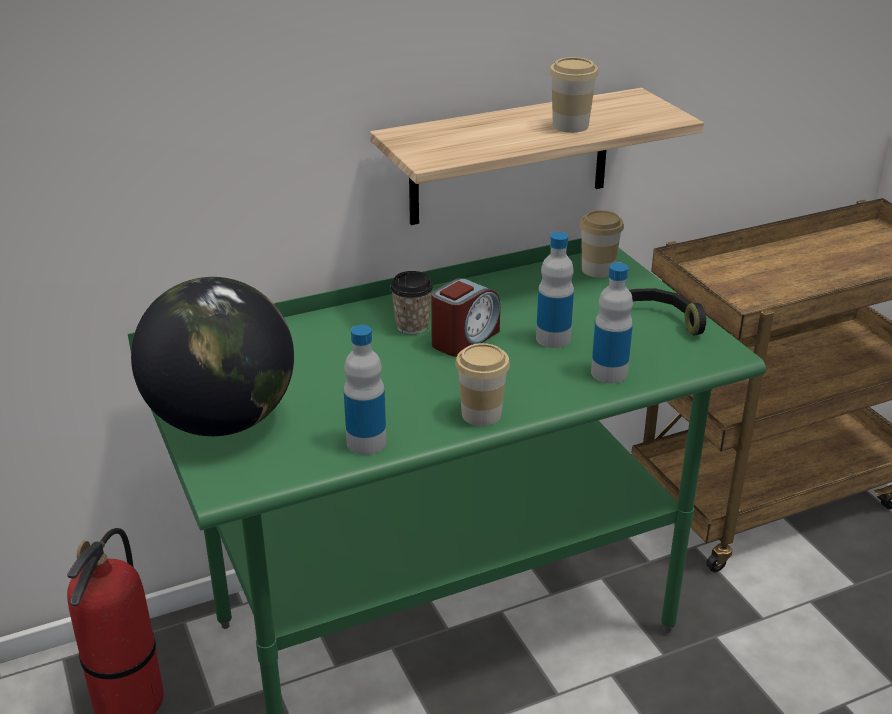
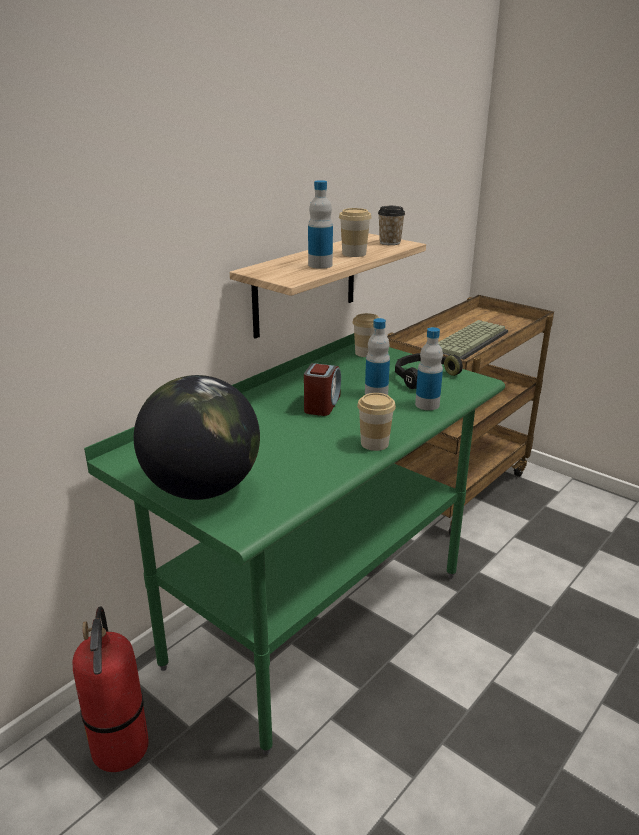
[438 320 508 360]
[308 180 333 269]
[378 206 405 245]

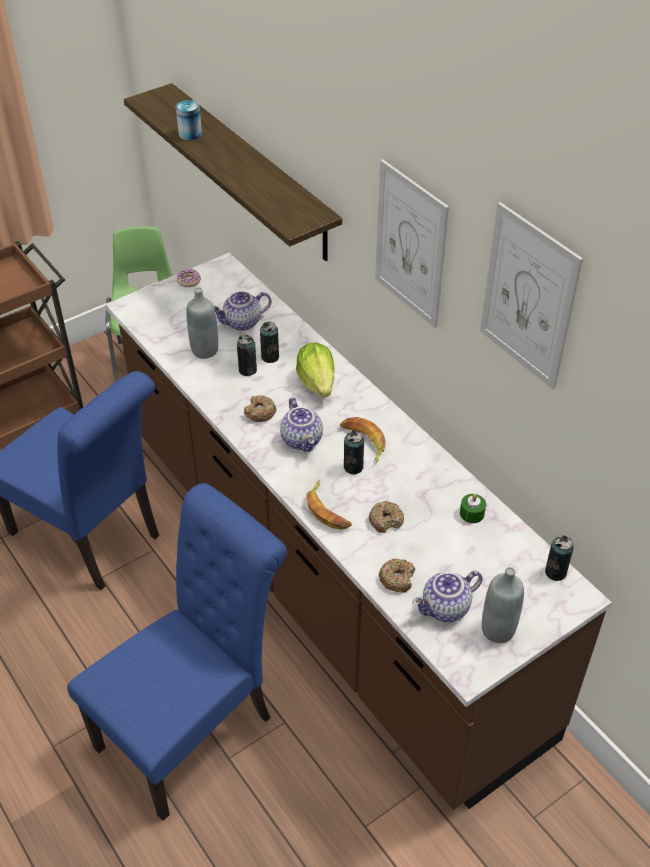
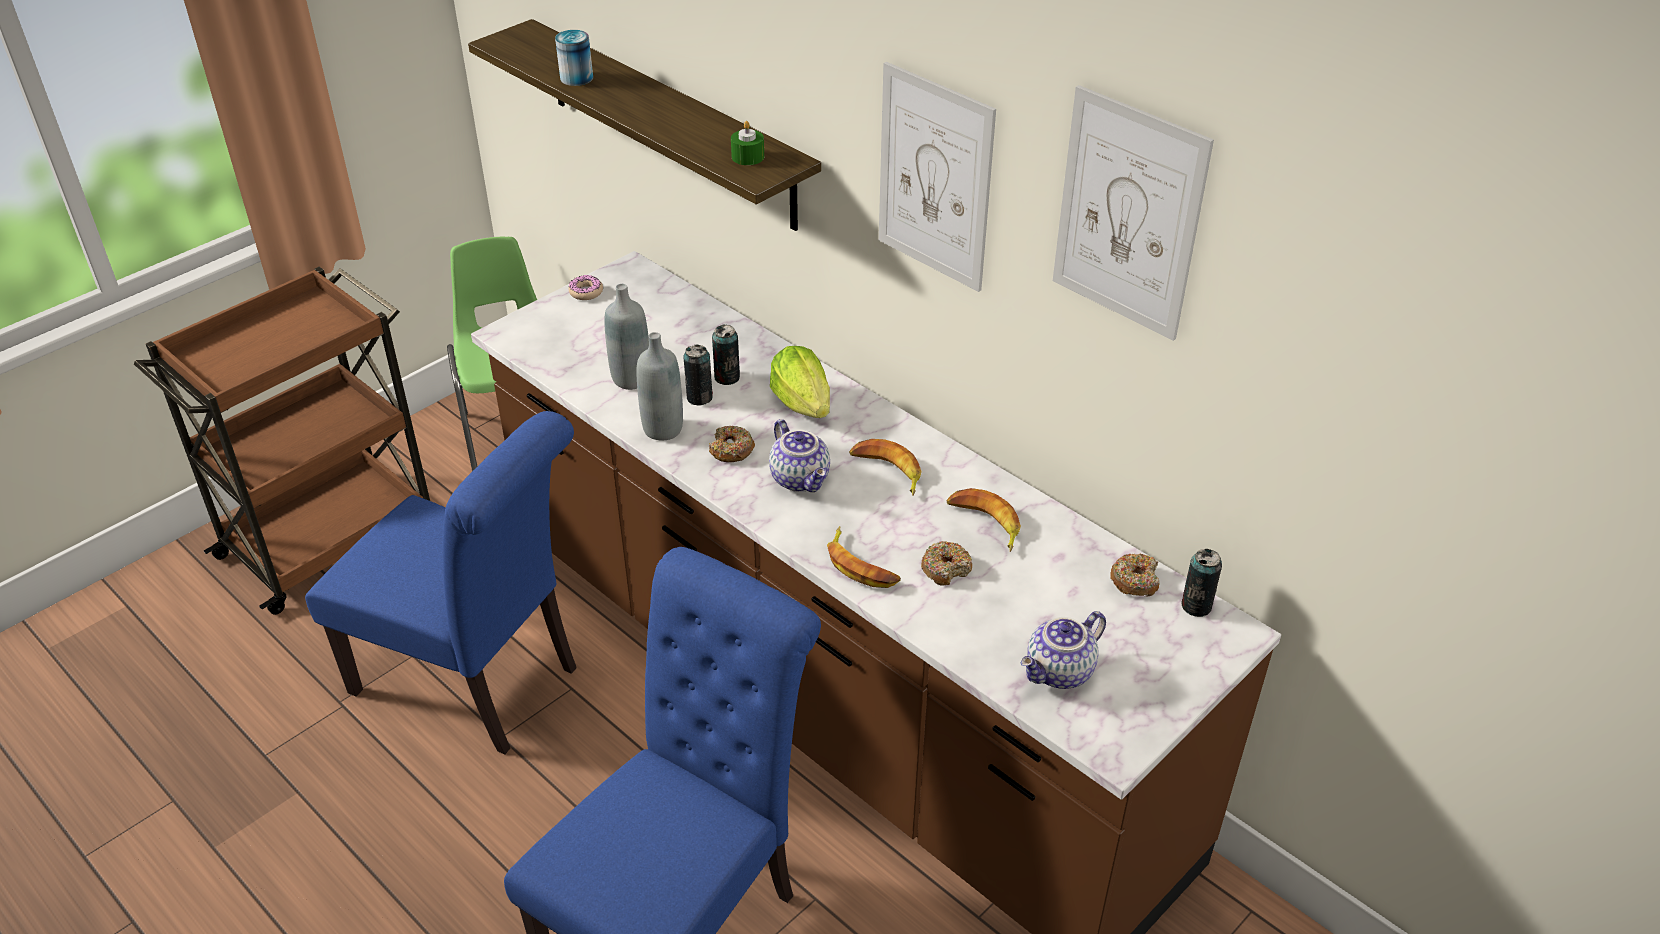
[214 291 271 331] (first image)
[344 431 364 474] (first image)
[946 488 1021 552]
[1110 553 1160 596]
[731 121 764 165]
[636 332 683 440]

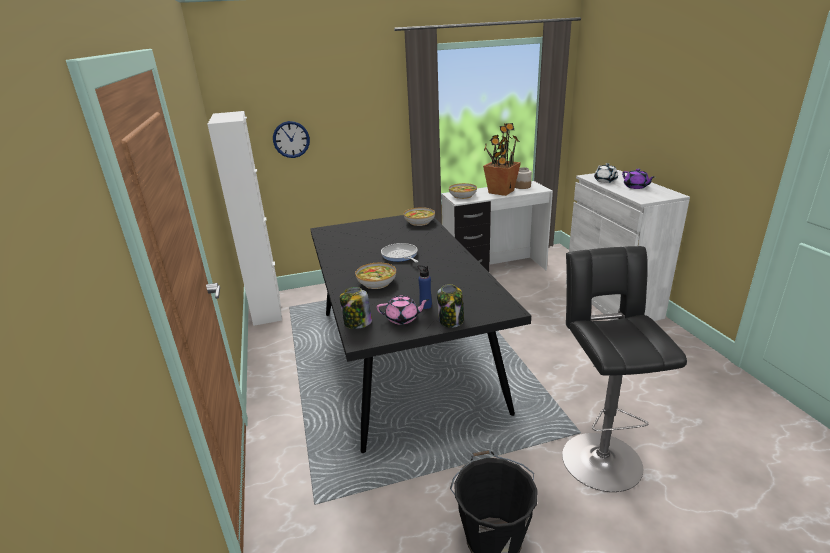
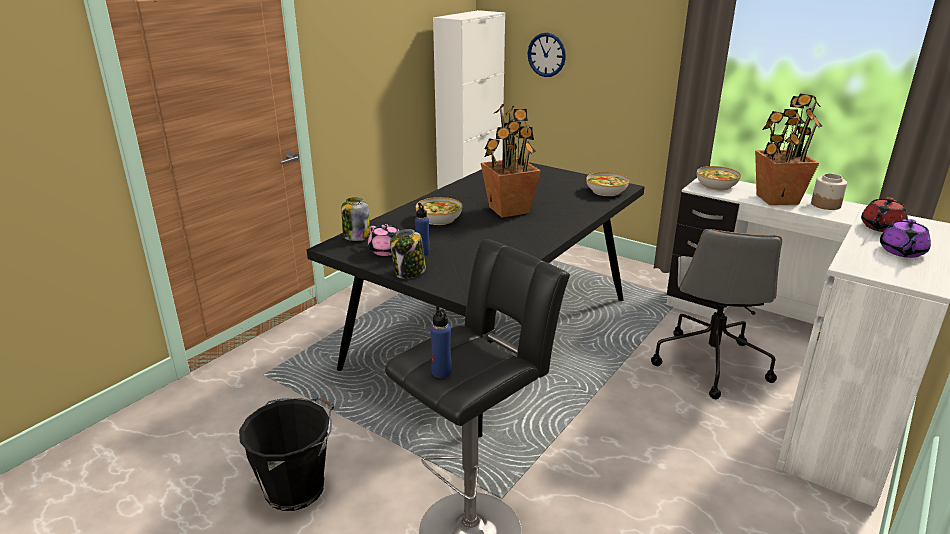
[430 305 452 378]
[651 229 782 399]
[481 103 541 218]
[861 197 908 232]

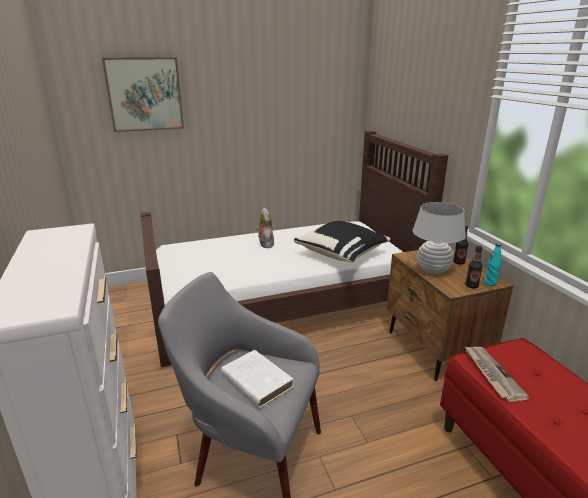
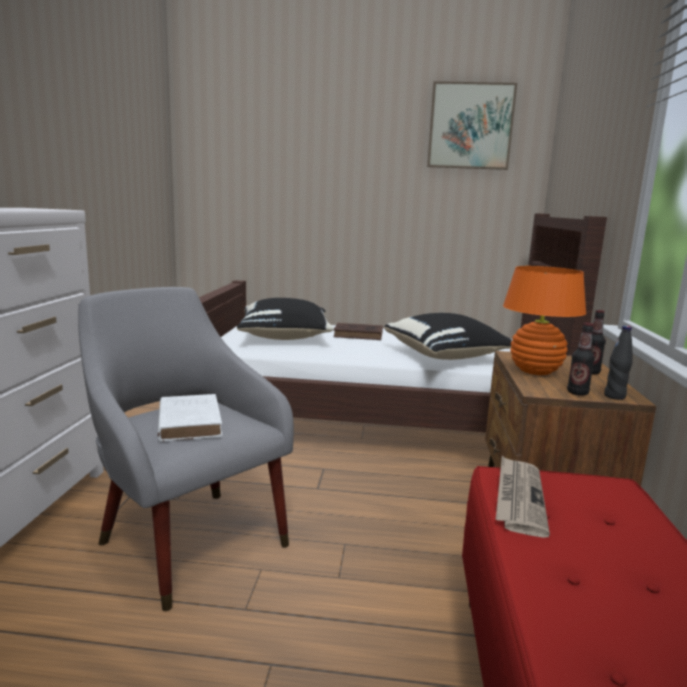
[237 298 334 340]
[427 81 517 170]
[333 323 383 340]
[503 266 586 375]
[604 326 633 400]

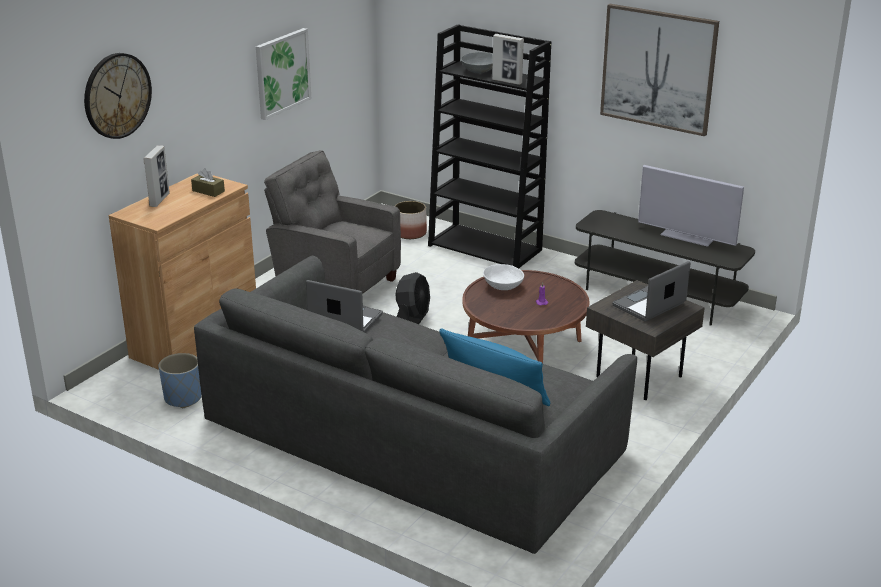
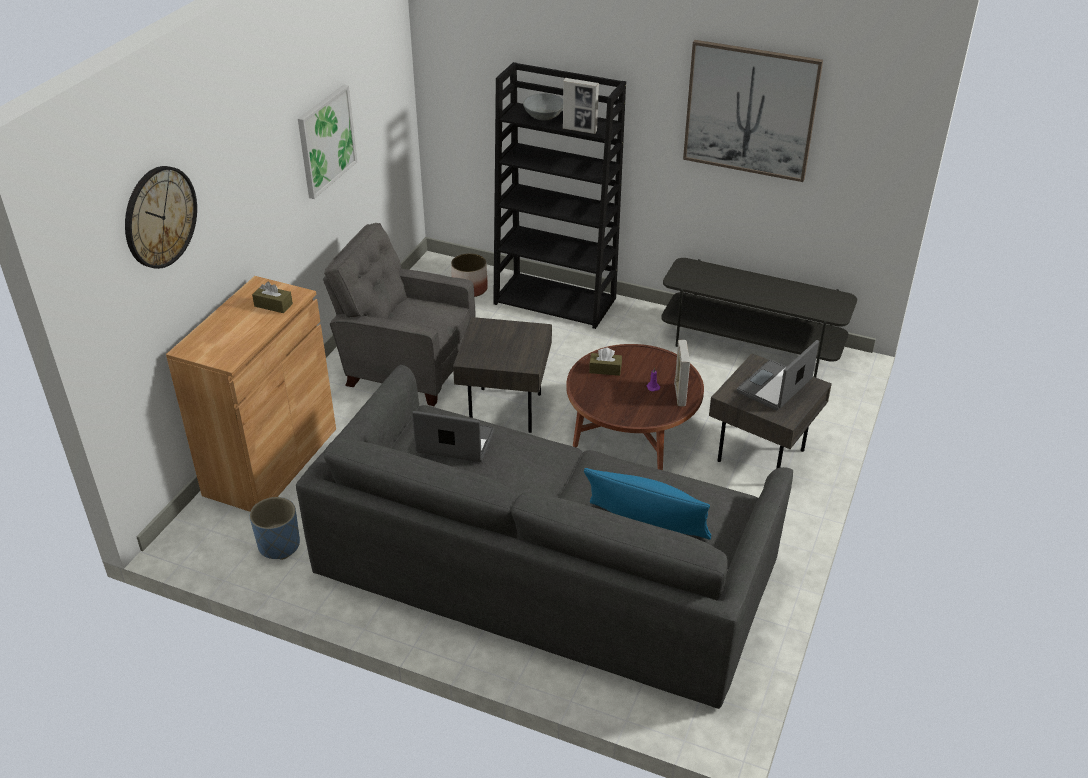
[638 165 744 247] (first image)
[674 340 690 406]
[453 317 552 433]
[589 348 622 376]

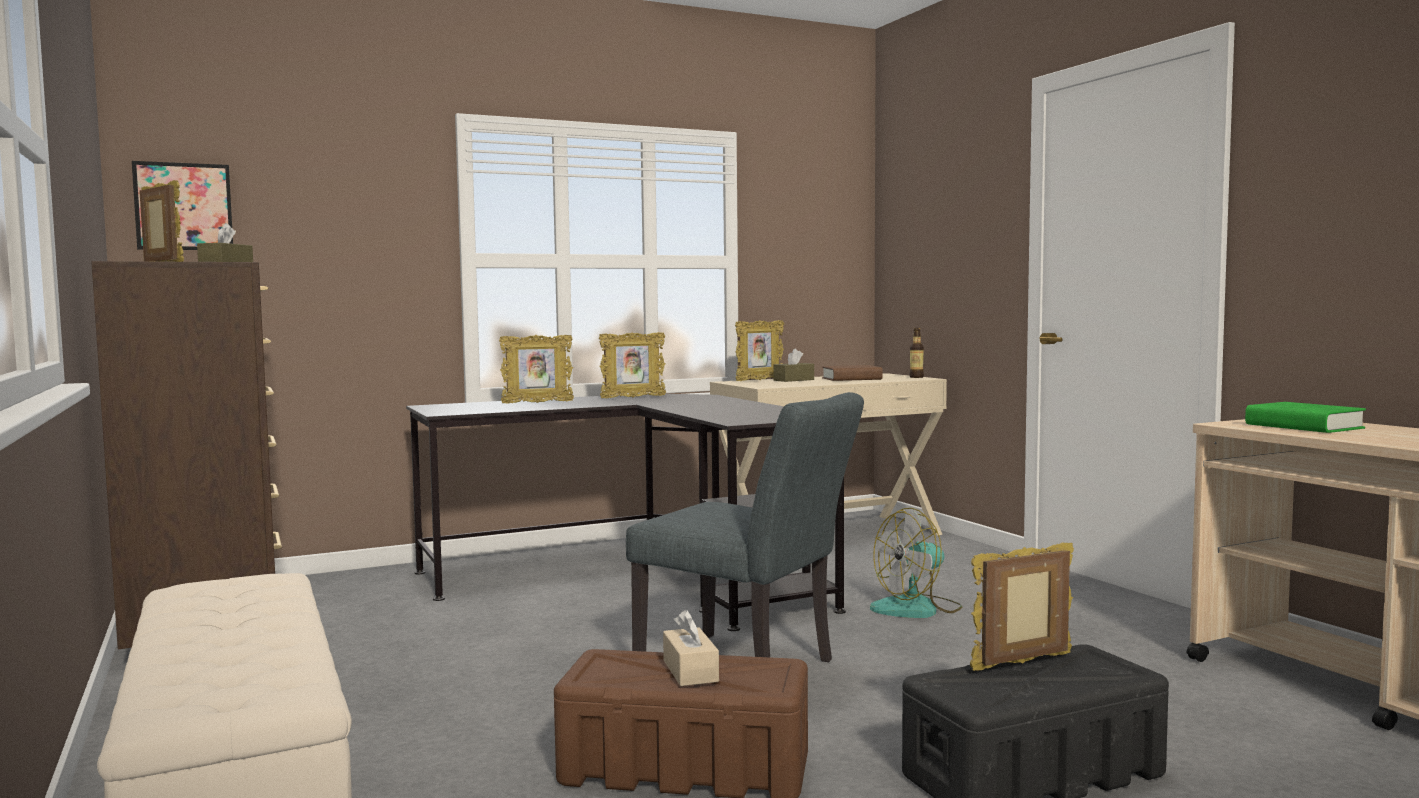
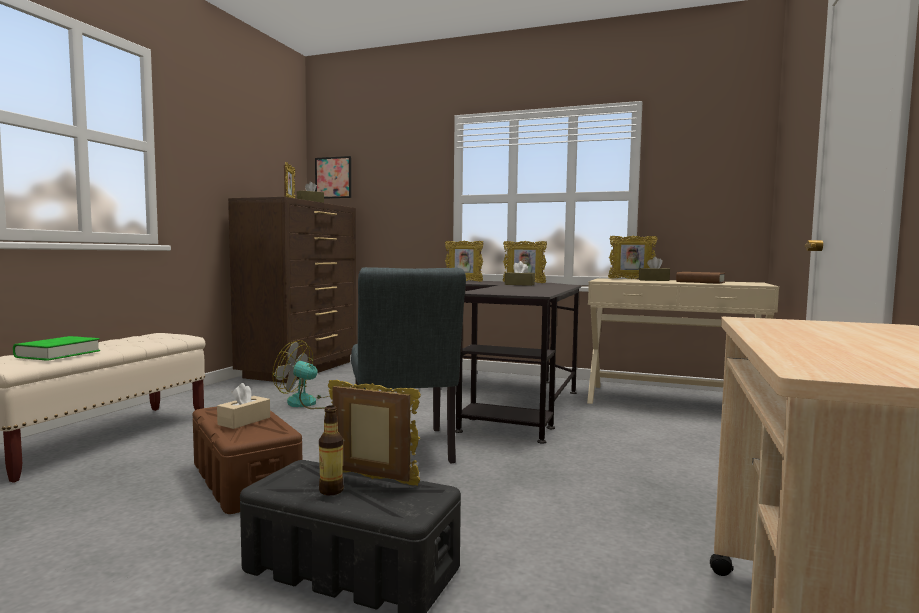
[505 261 535 286]
[272 340 330 409]
[319 405 344 495]
[13 336 100 361]

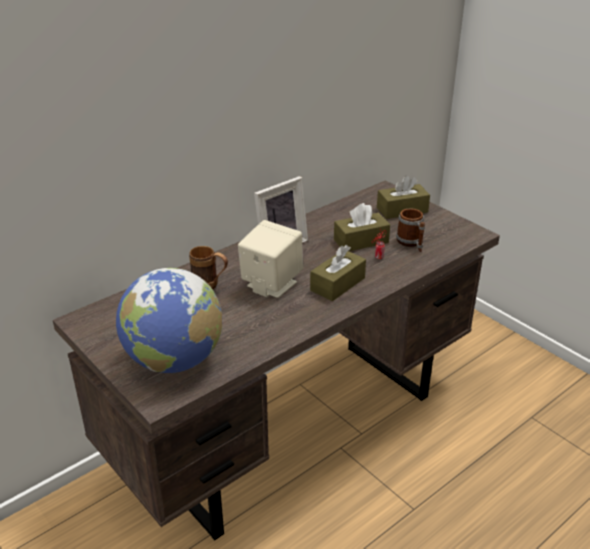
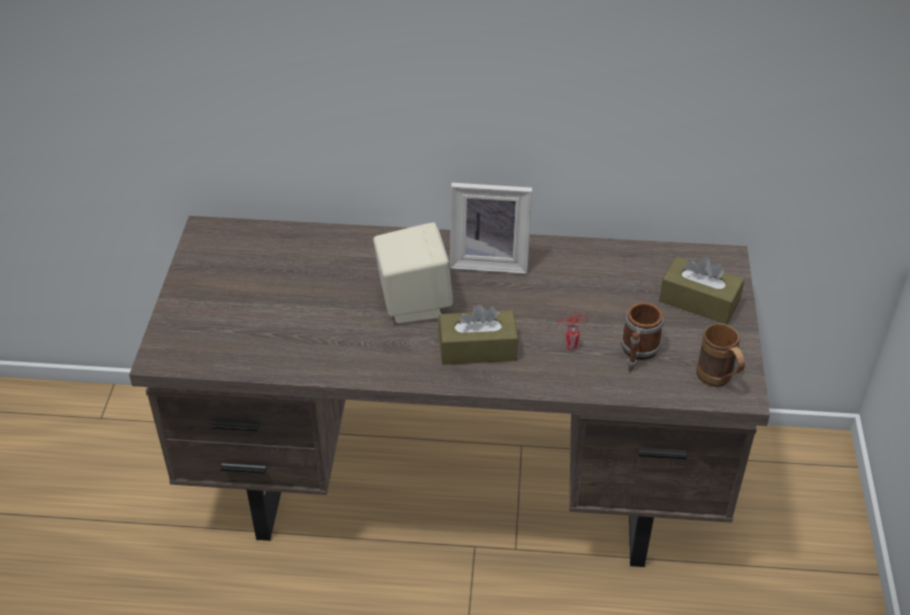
[116 268 222 373] (first image)
[334 203 390 251] (first image)
[696 323 745 387]

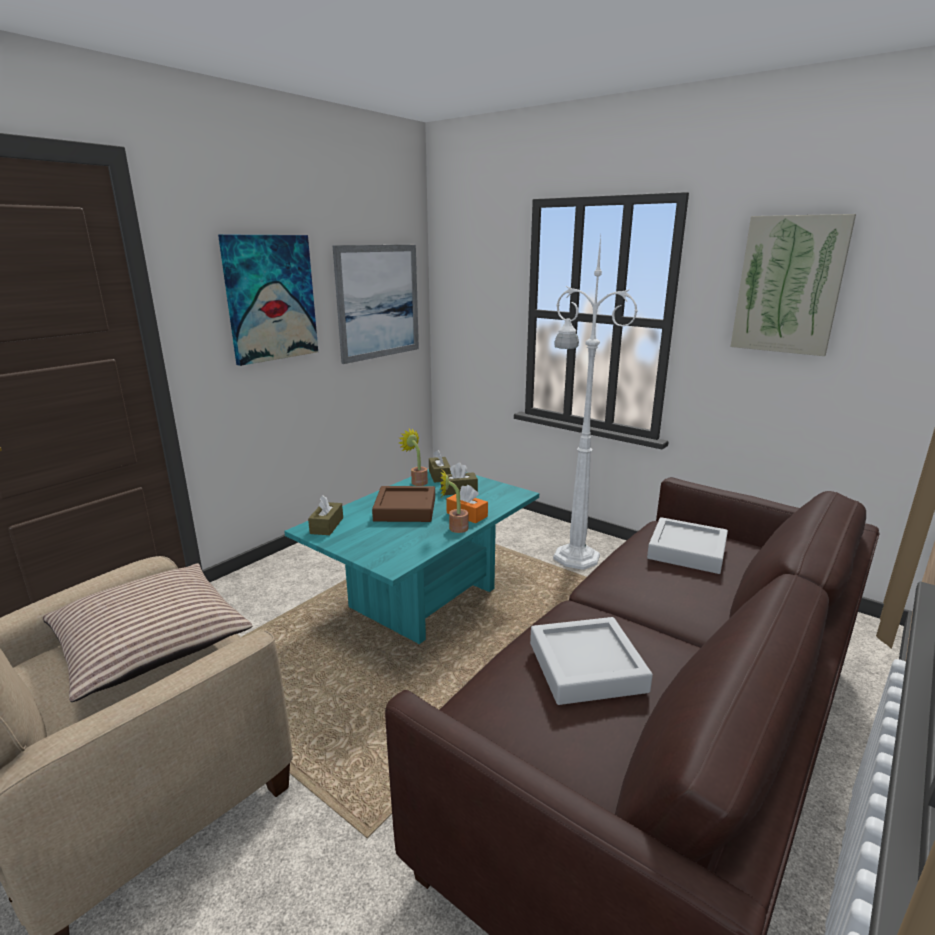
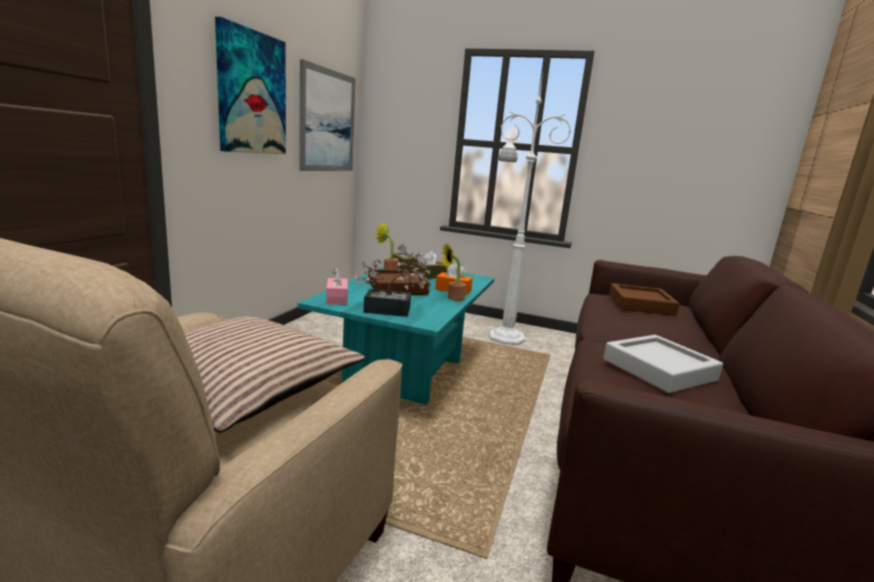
[730 214 856 356] (first image)
[355 252 431 317]
[326 268 348 305]
[609 283 680 316]

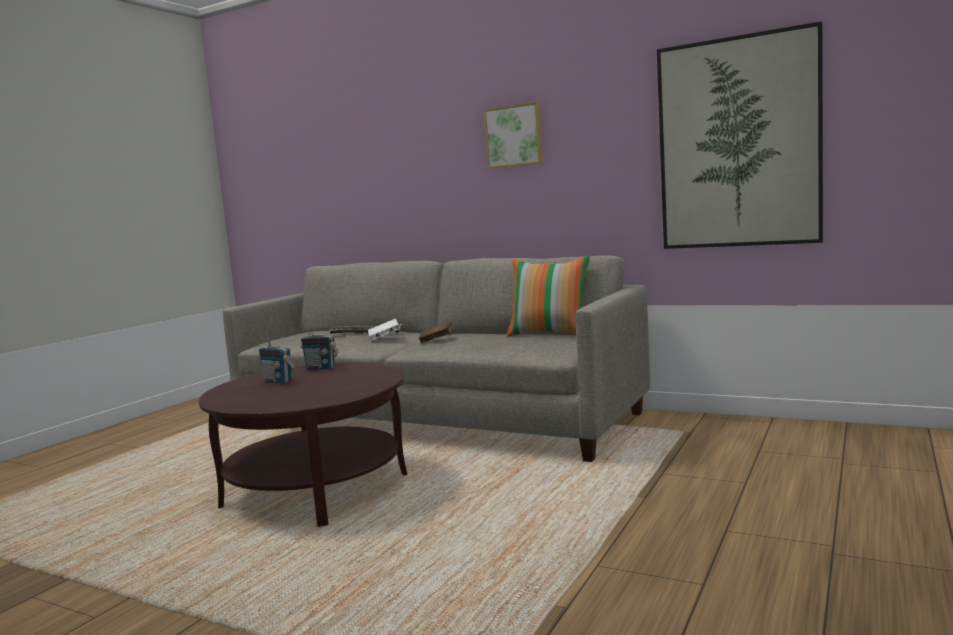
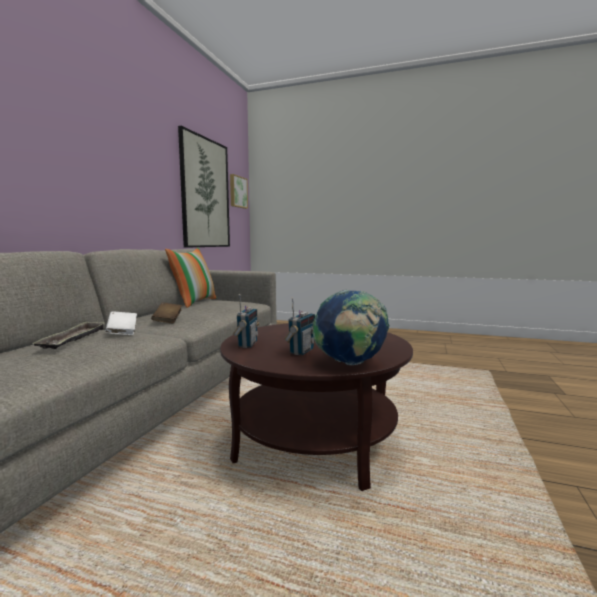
[312 290 389 365]
[230 174 248 209]

